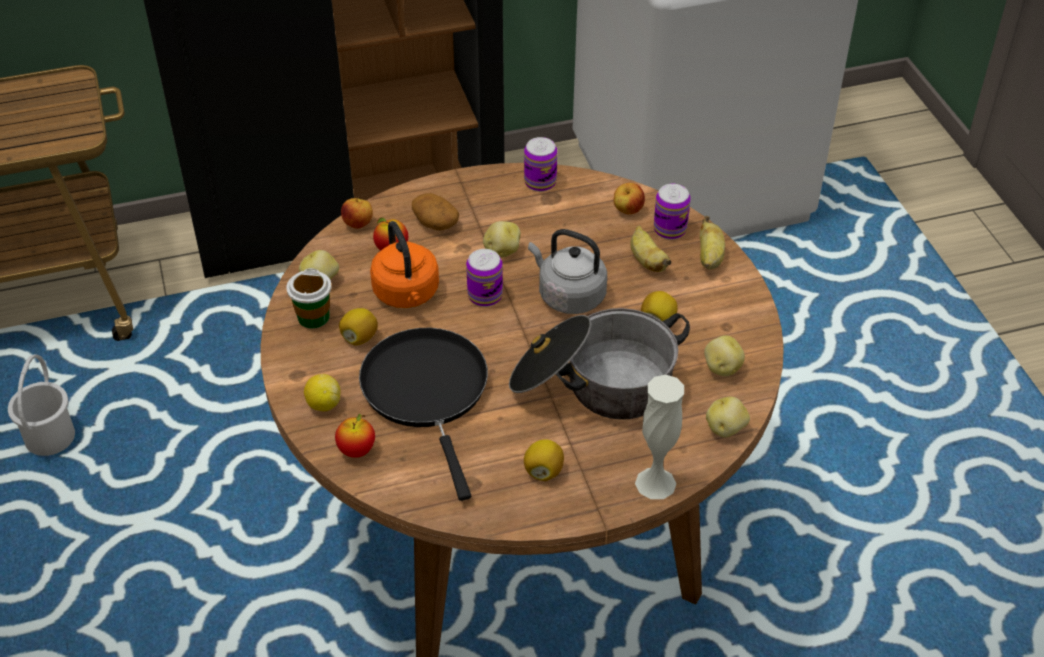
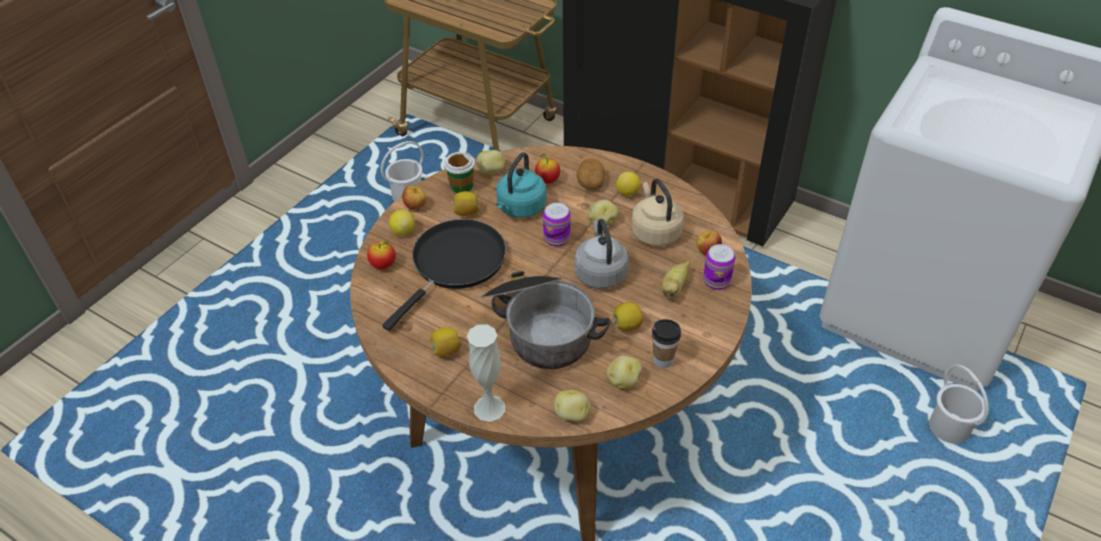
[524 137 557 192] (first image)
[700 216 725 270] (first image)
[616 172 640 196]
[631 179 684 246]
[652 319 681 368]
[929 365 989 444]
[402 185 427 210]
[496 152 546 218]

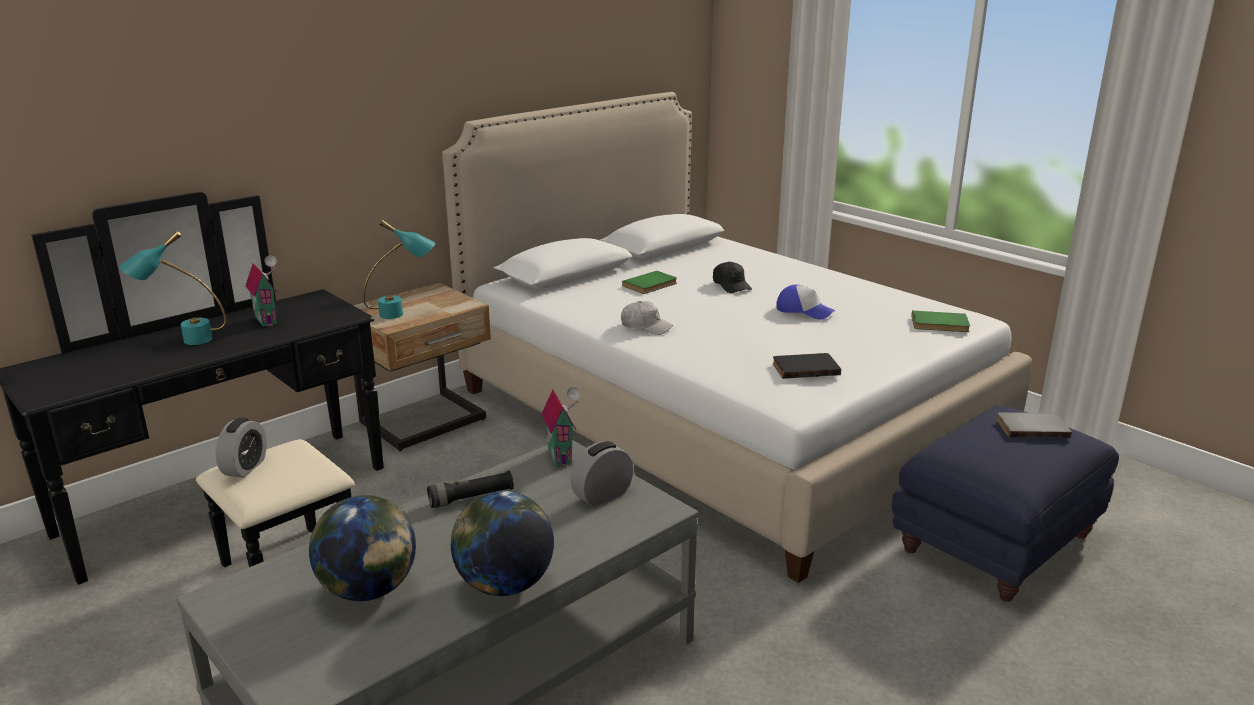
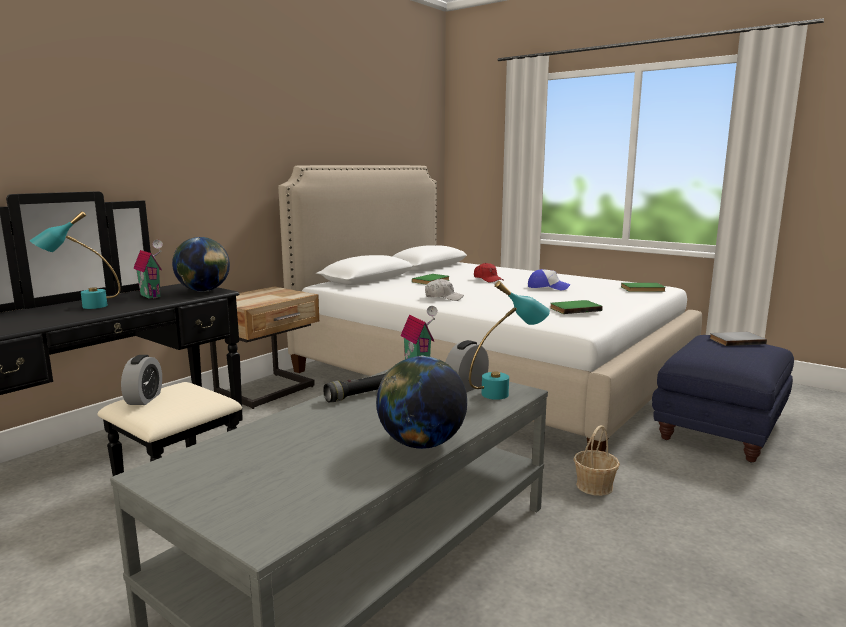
[574 425 620 496]
[172 237 230 292]
[469 281 550 400]
[474 263 504 283]
[550 300 603 314]

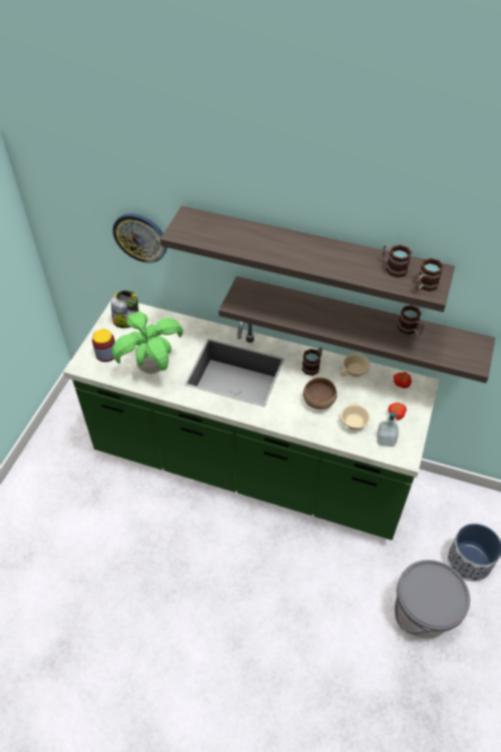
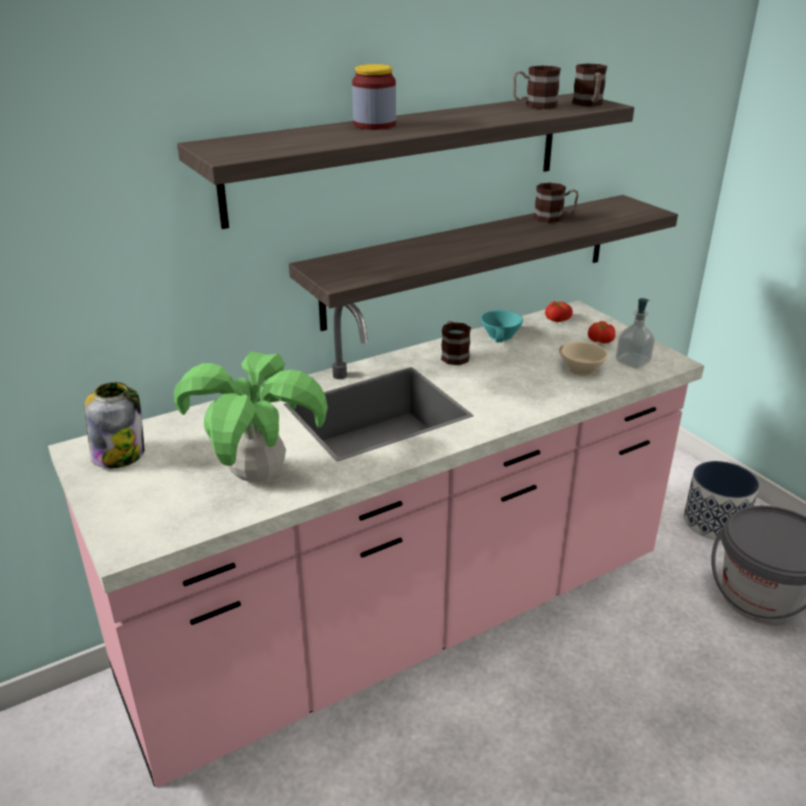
[113 214 167 263] (first image)
[303 377 337 409] (first image)
[352 64 396 130]
[48 301 704 788]
[481 310 523 342]

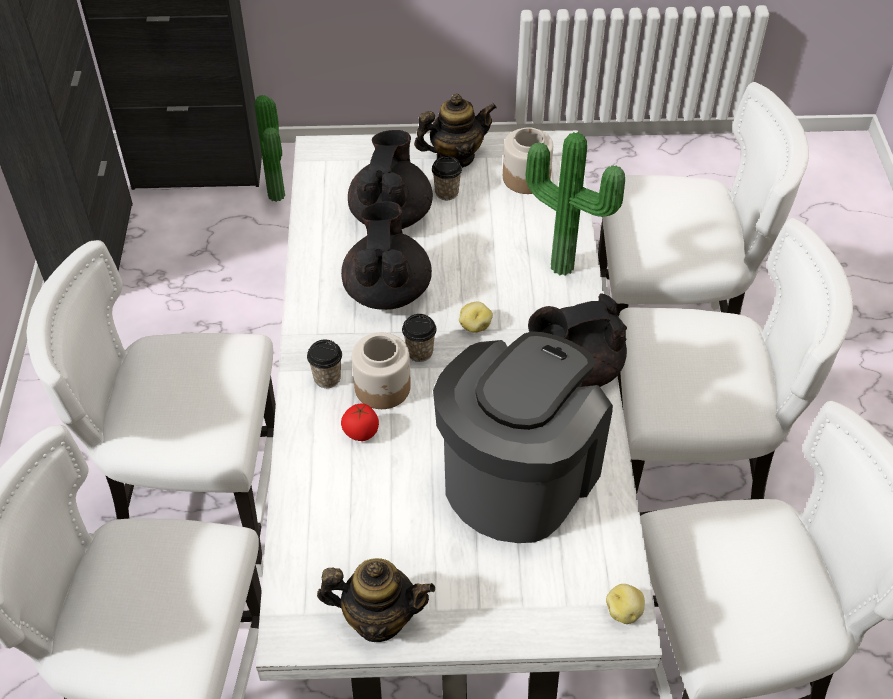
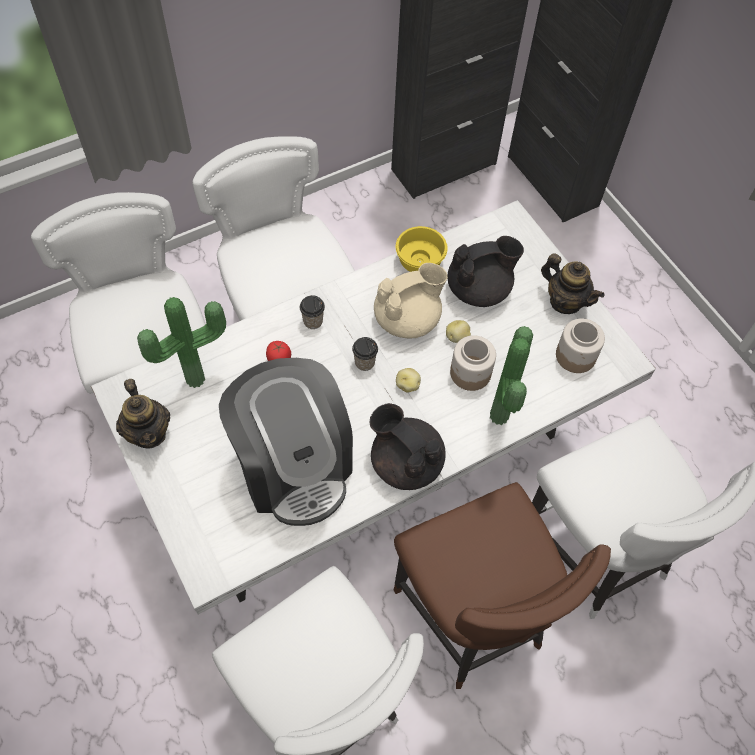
[432 156 462 200] (first image)
[396 226 448 272]
[137 297 226 388]
[450 335 496 391]
[446 320 471 343]
[374 263 448 339]
[394 482 611 689]
[219 358 353 526]

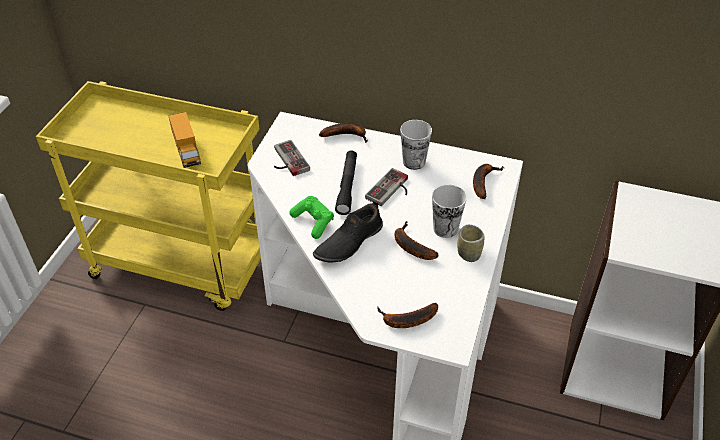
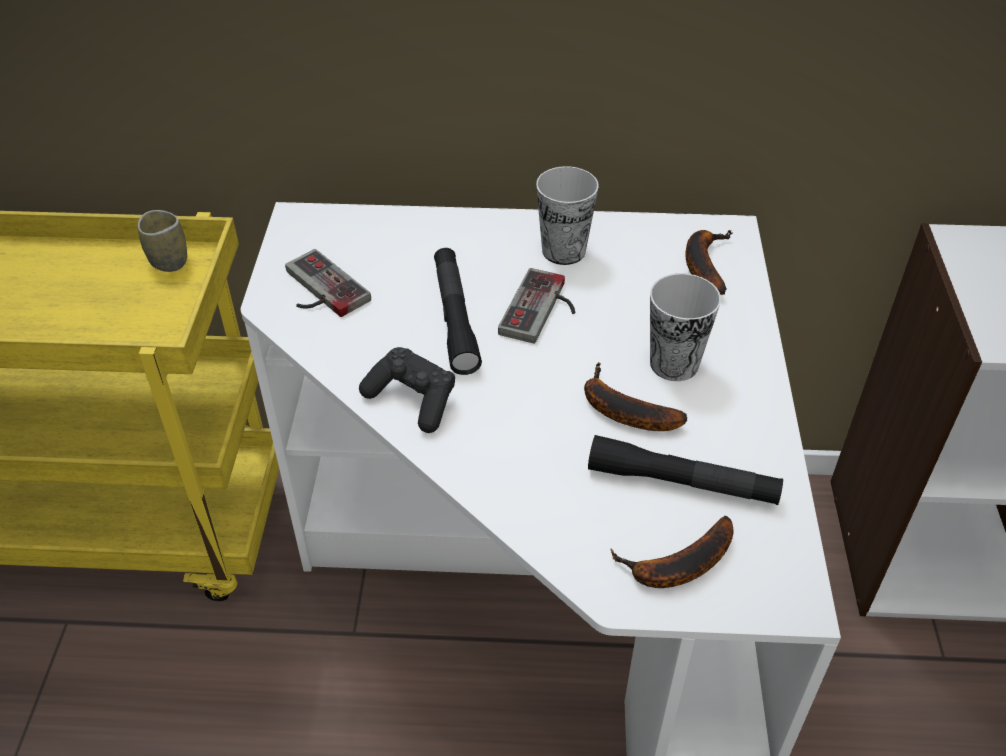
[169 112 201 168] (first image)
[313 200 383 262] (first image)
[319 123 368 143] (first image)
[588 435 783 505]
[137 210 187 272]
[359 347 455 433]

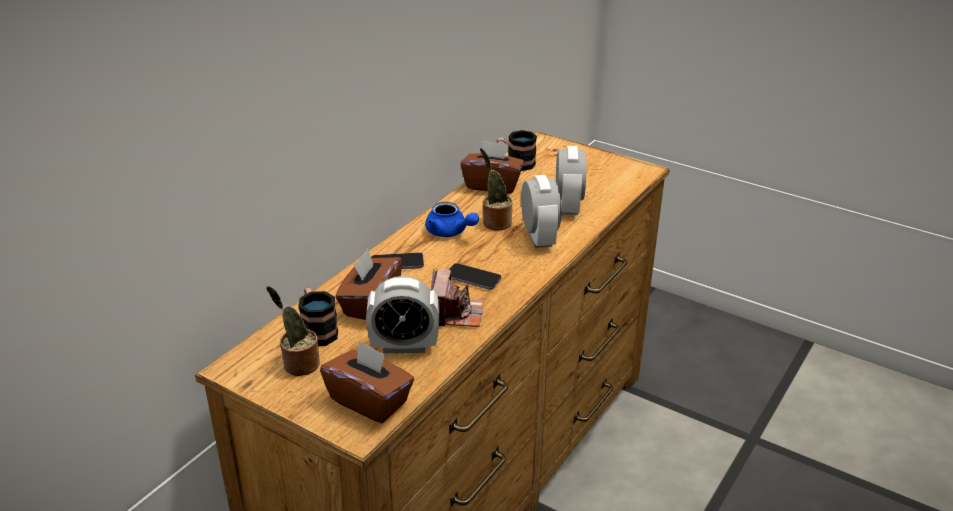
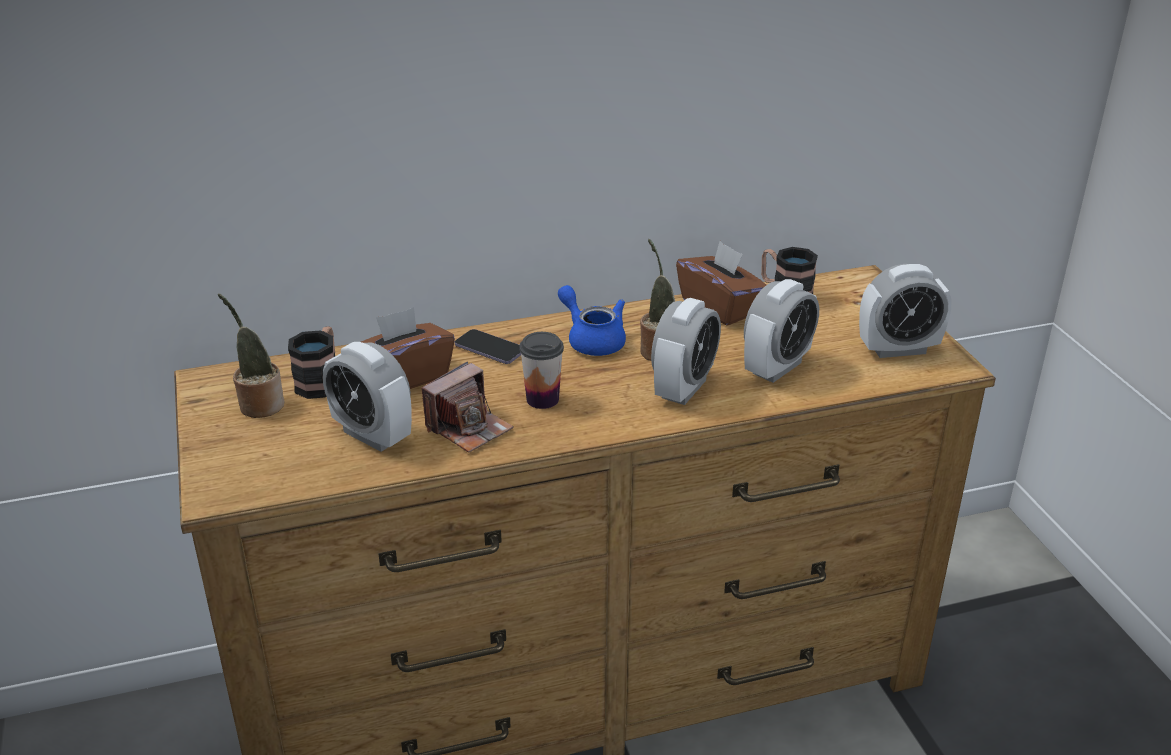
[320 341 414 423] (first image)
[859 264 952 358]
[519 332 564 409]
[558 285 626 356]

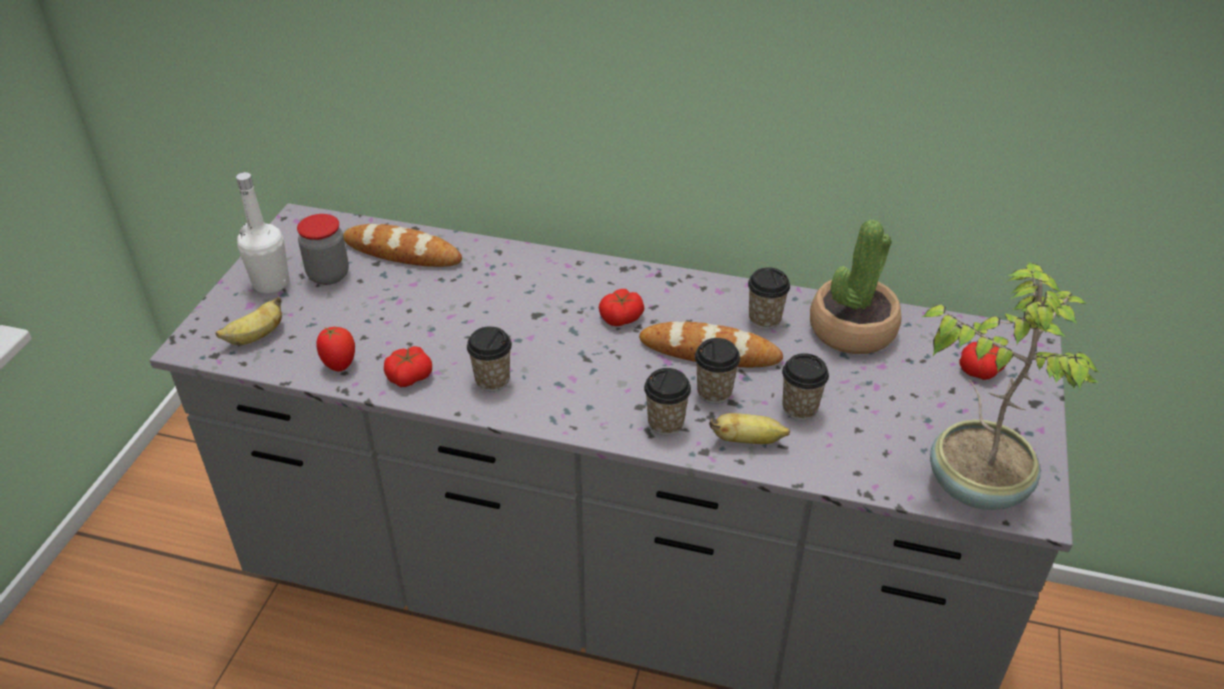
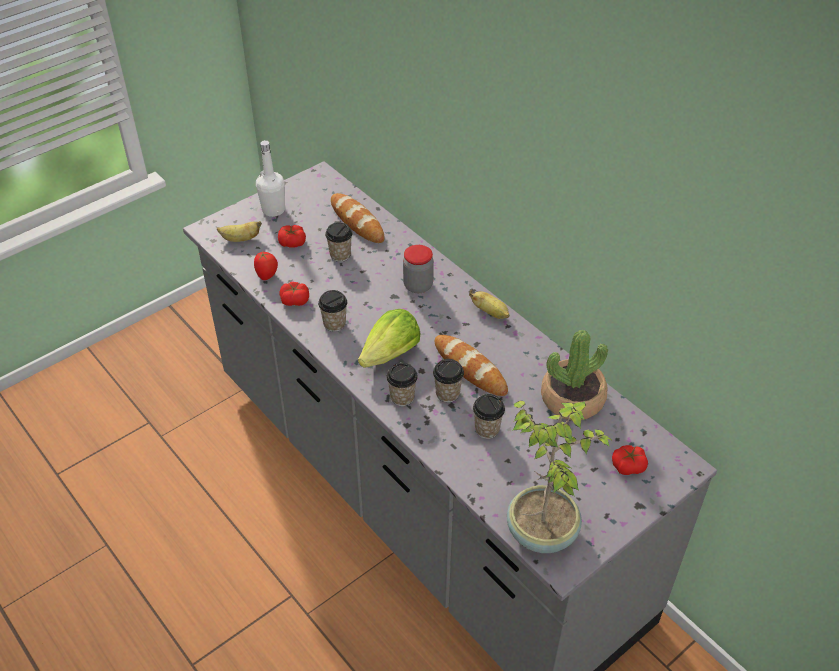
[358 309 421 368]
[403 245 434 293]
[278 225 306 248]
[469 290 509 319]
[325 222 352 262]

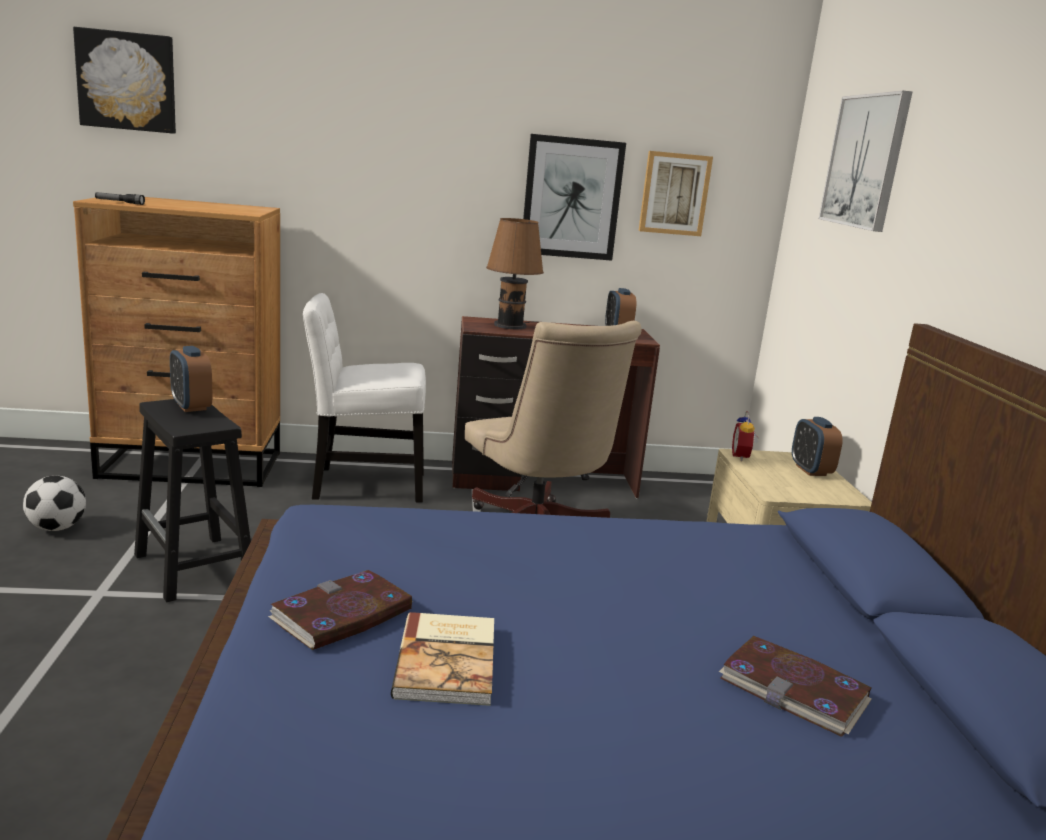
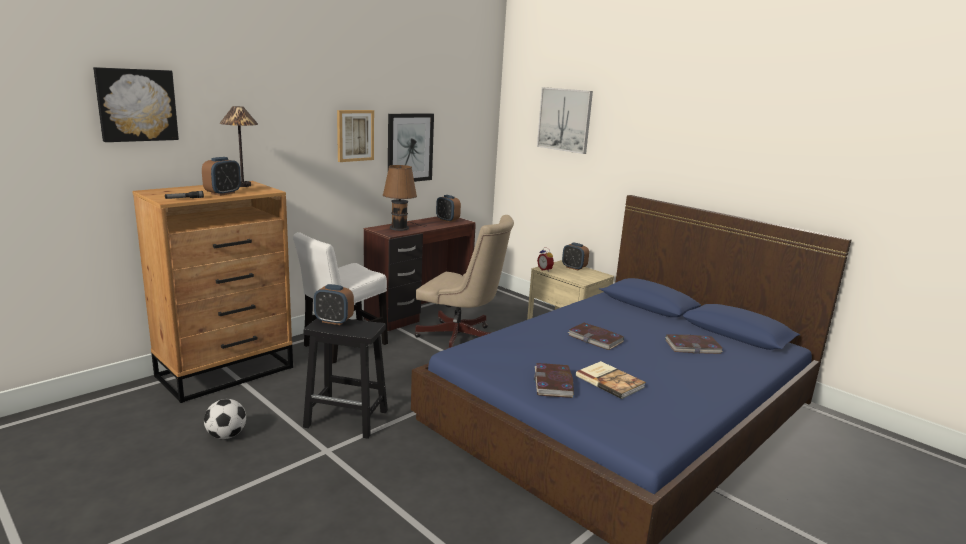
[202 157 241 196]
[220 106 258 187]
[568 323 624 350]
[337 110 374 162]

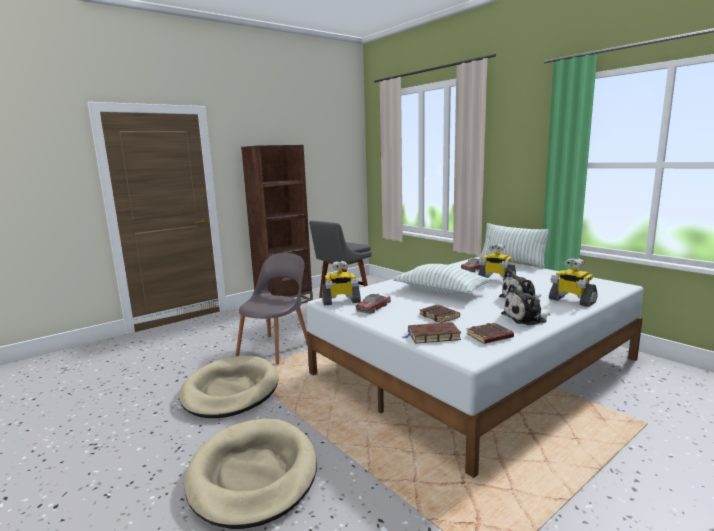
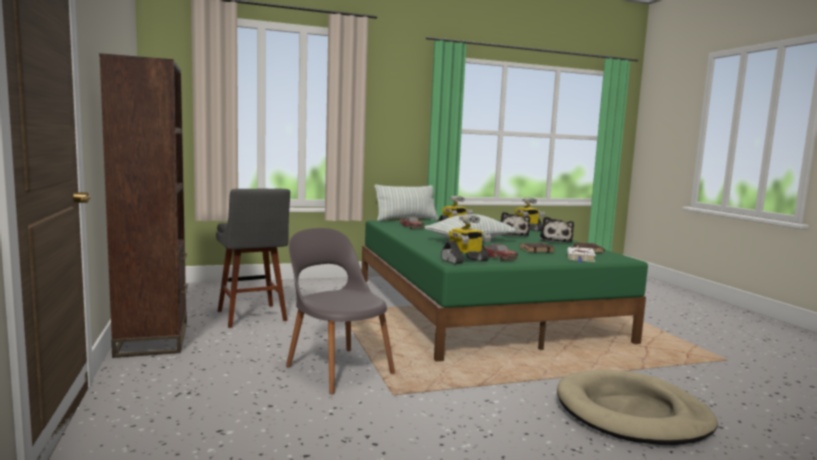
[179 356 279 418] (first image)
[362 220 648 362]
[567 247 596 263]
[441 214 491 264]

